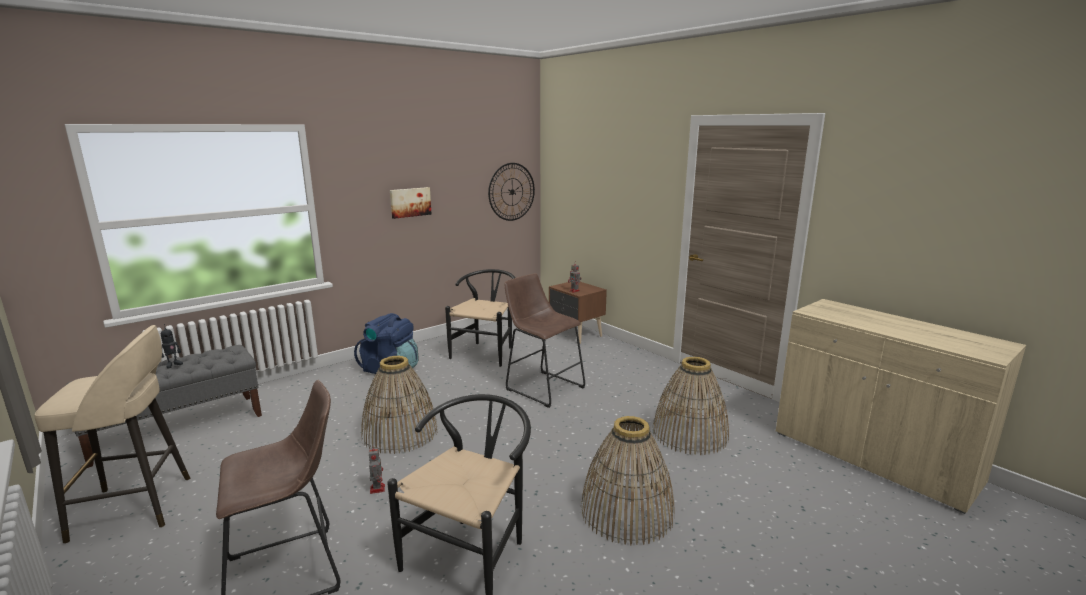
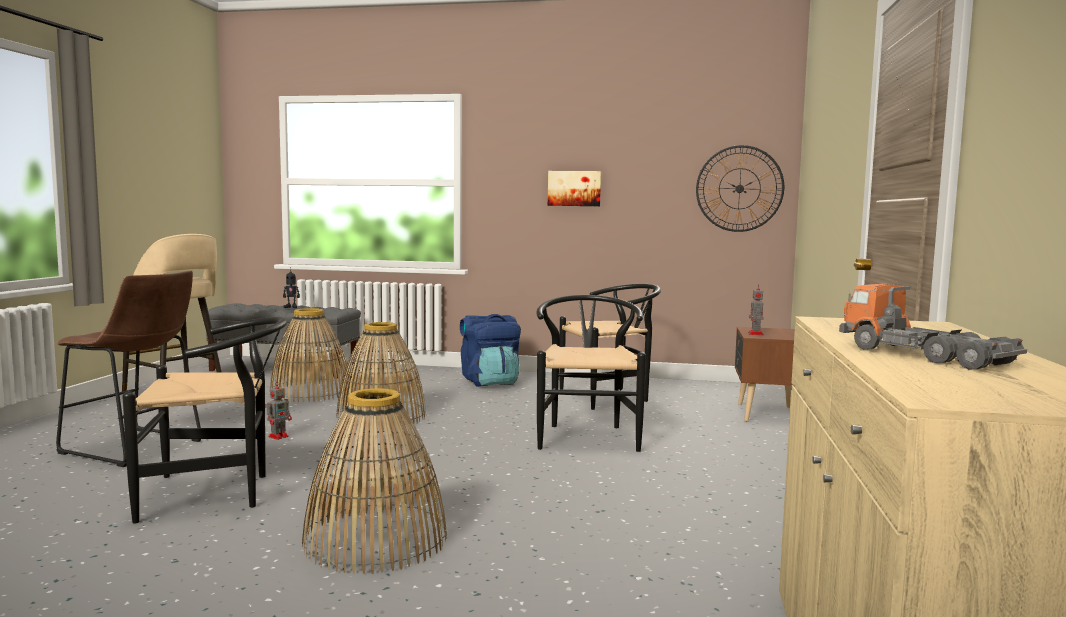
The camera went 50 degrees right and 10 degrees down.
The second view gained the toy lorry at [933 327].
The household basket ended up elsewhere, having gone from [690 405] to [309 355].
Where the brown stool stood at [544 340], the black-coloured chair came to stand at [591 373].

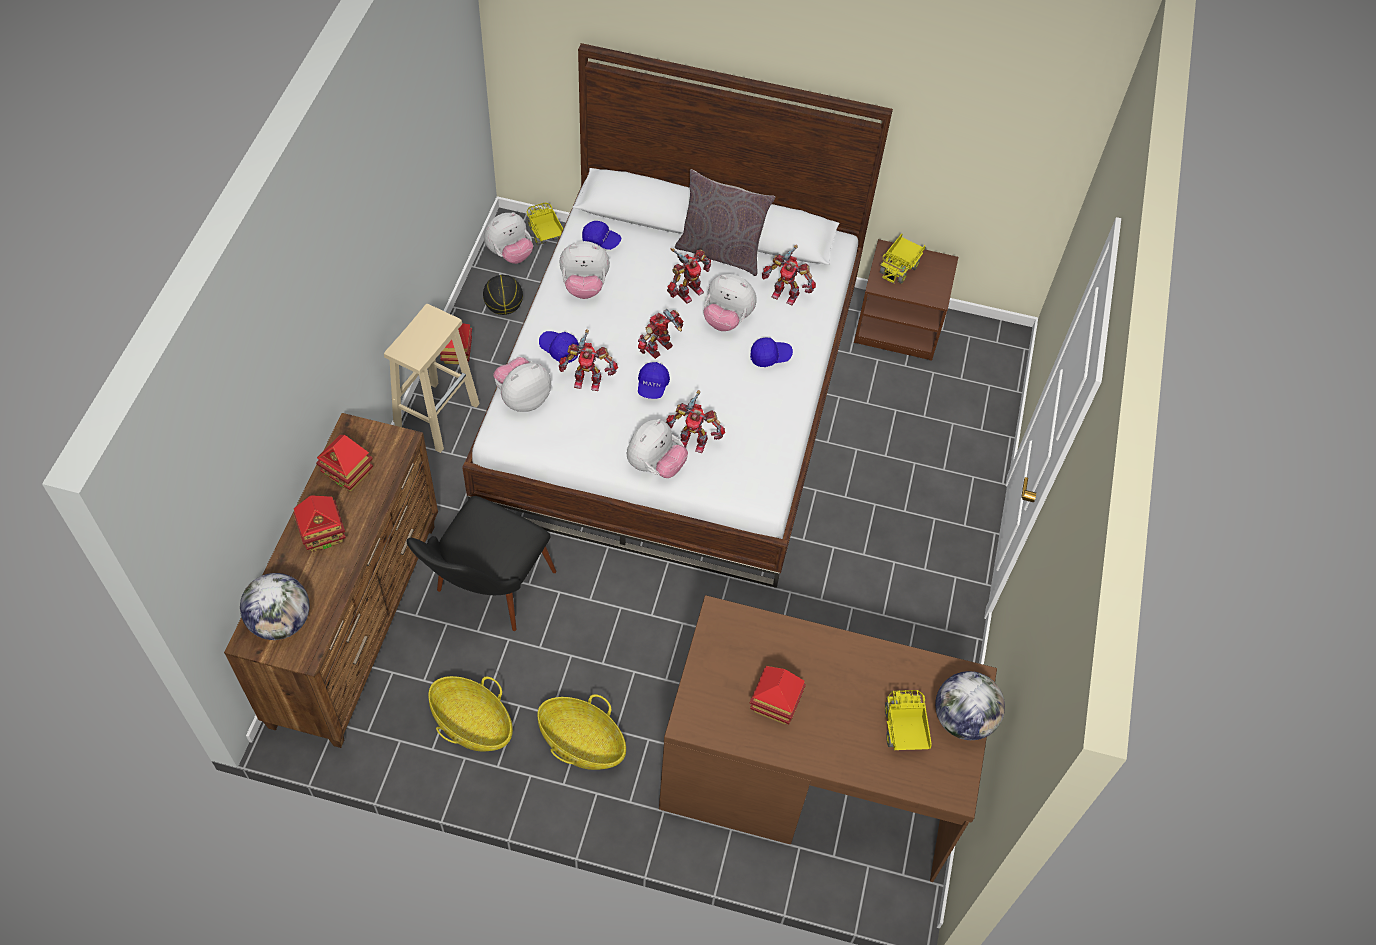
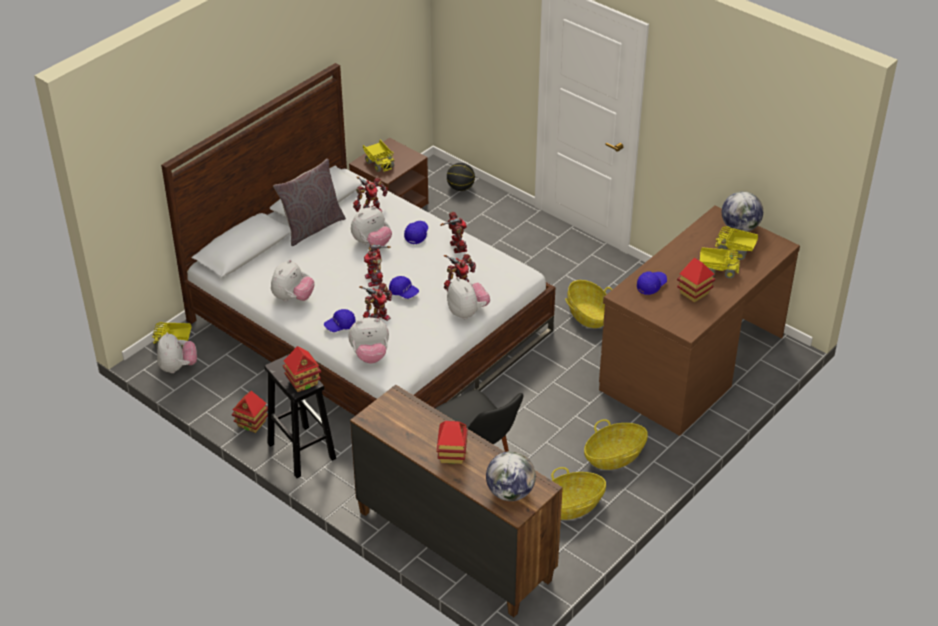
The camera went 60 degrees left and 15 degrees down.
The second view gained the household basket at [589 304].
The second view gained the toy lorry at [720 262].
The toy house ended up elsewhere, having gone from [344 463] to [302 369].
The ball for basketball ended up elsewhere, having gone from [503 295] to [461 177].
The bluish peaked cap ended up elsewhere, having gone from [601 235] to [652 283].
The robot figure ended up elsewhere, having gone from [689 276] to [453 232].
What was the beige-coloured stool at [432 378] turned into the black-coloured stool at [300 416].
The cuddly toy at [522 384] ended up facing another way, 90 degrees counterclockwise from before.

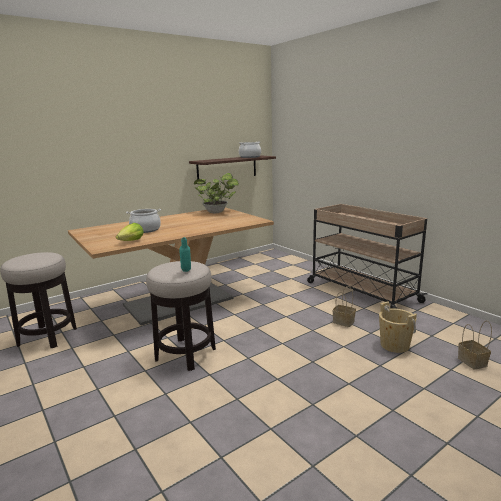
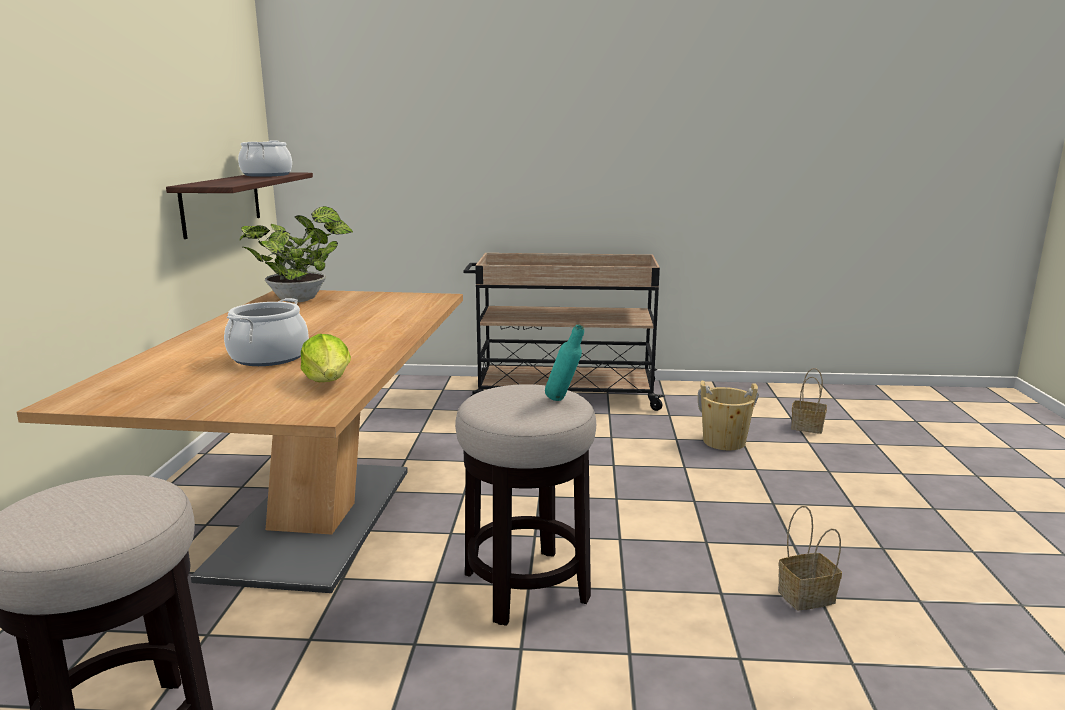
The camera went 50 degrees left and 0 degrees up.
The household basket ended up elsewhere, having gone from [344 306] to [810 558].

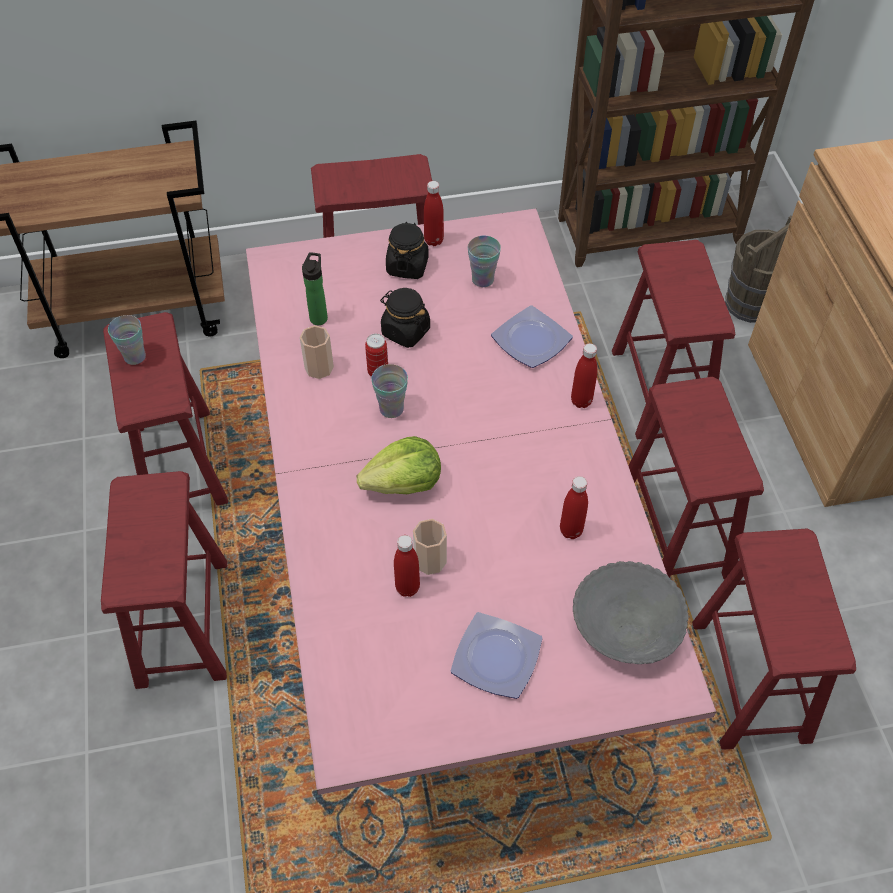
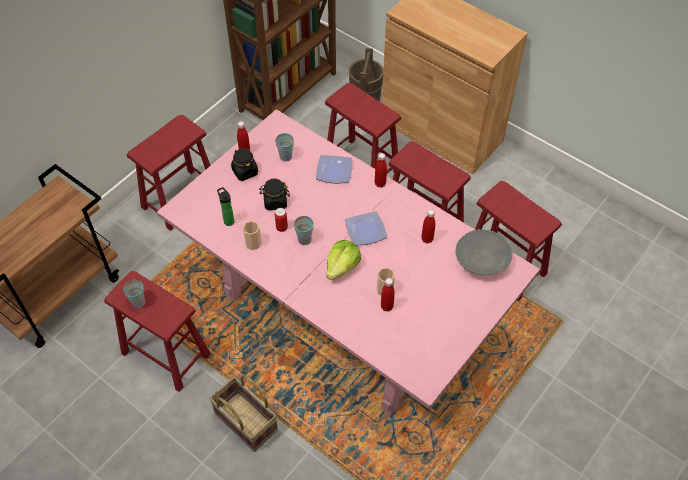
The camera went 40 degrees left and 0 degrees up.
The flat dish ended up elsewhere, having gone from [496 655] to [366 228].
Where the red-coloured stool stood at [164 580], the household basket came to stand at [243 413].

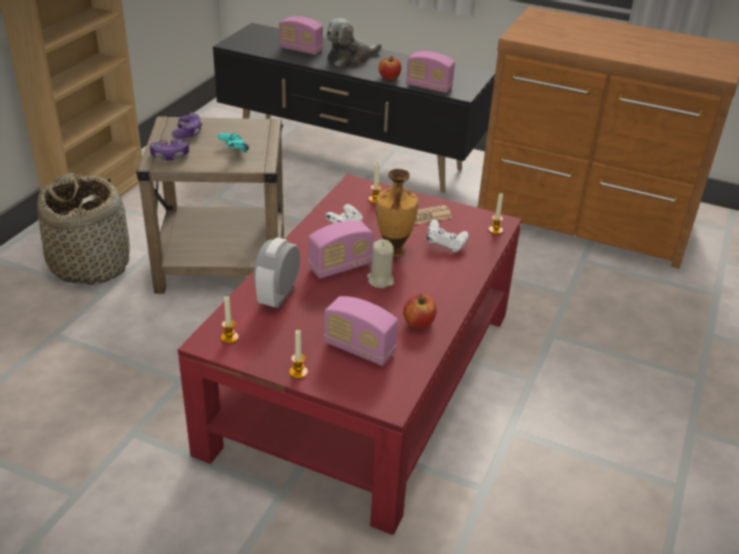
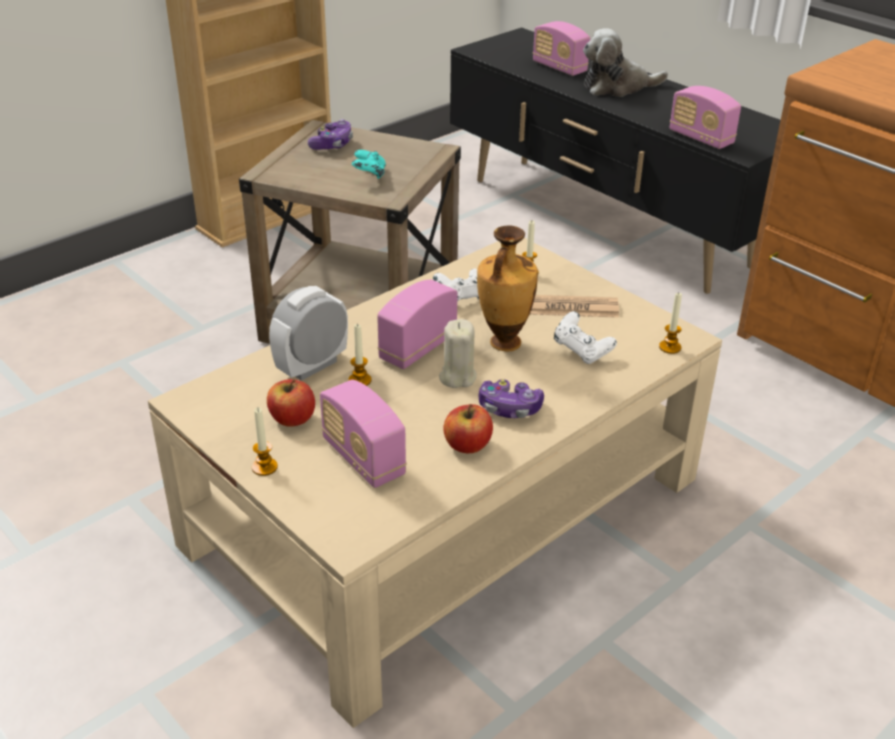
The camera went 25 degrees right and 0 degrees up.
The second view lost the household basket at [83 229].
The gamepad ended up elsewhere, having gone from [169 149] to [511 398].
The candle ended up elsewhere, having gone from [230 320] to [360 354].
The whole apple ended up elsewhere, having gone from [390 68] to [291 403].
What was the red-coloured coffee table at [350 354] turned into the beige-coloured coffee table at [435 483].
The radio receiver at [340 249] ended up facing another way, 135 degrees clockwise from before.

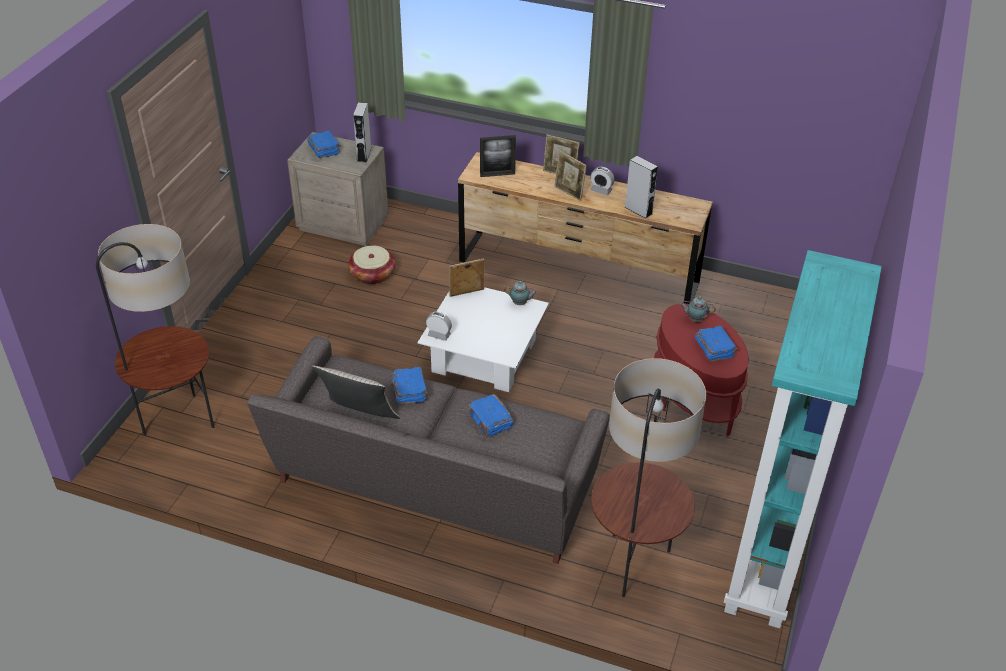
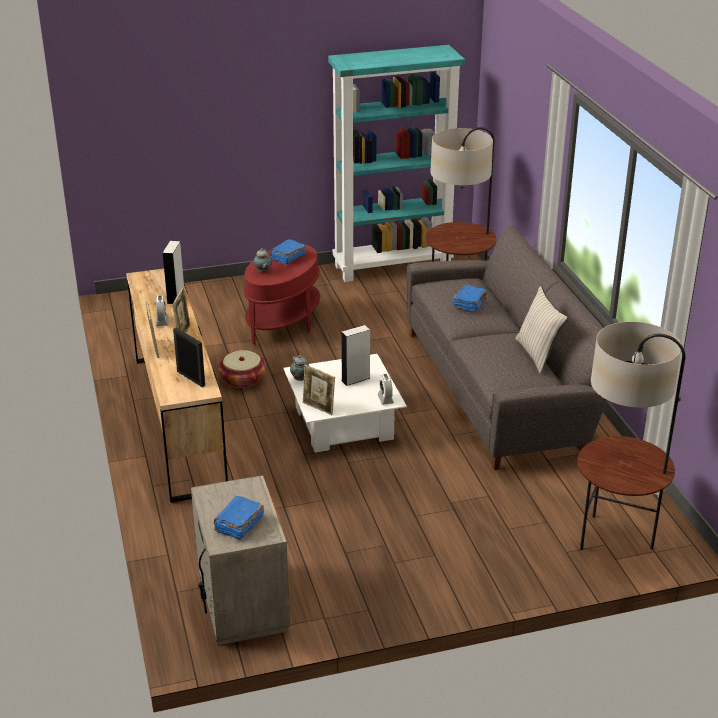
The camera went 125 degrees left and 10 degrees down.
The second view lost the bluish bound book at [410 385].
The household basket ended up elsewhere, having gone from [372 265] to [242 369].
The gray speaker ended up elsewhere, having gone from [362 132] to [355 355].

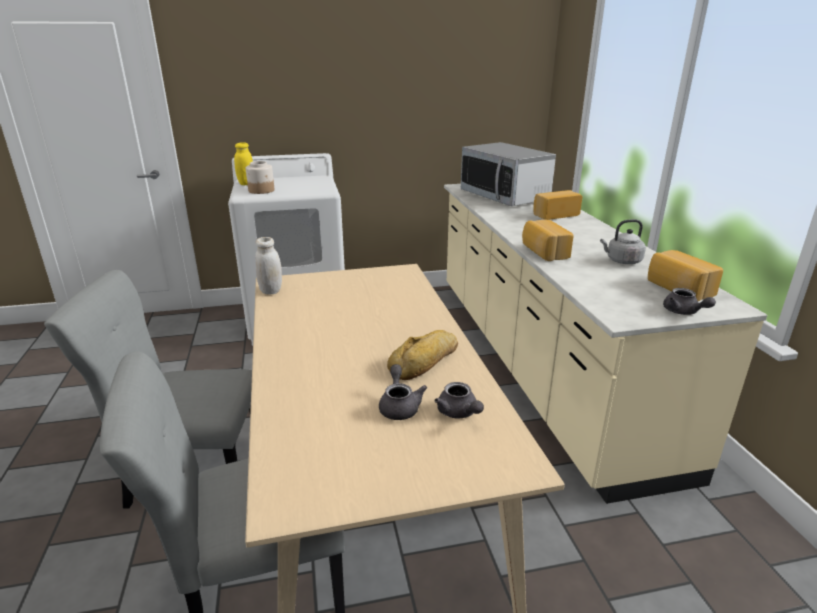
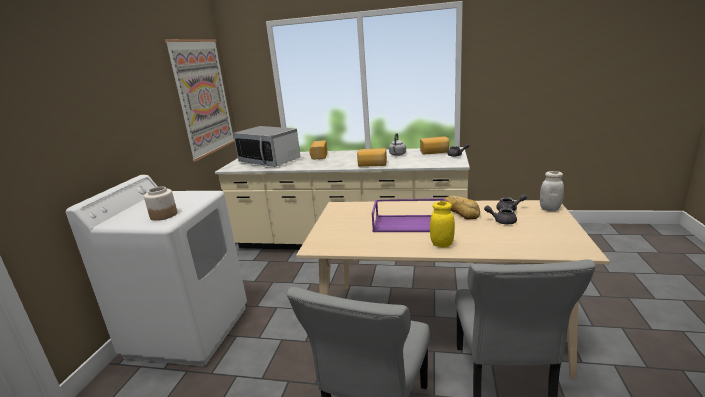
The camera went 65 degrees left and 5 degrees down.
The second view gained the wall picture at [200 100].
The second view gained the purple serving tray at [409 215].
The yellow-coloured storage jar ended up elsewhere, having gone from [243 163] to [442 225].
The white storage jar ended up elsewhere, having gone from [268 266] to [552 191].
The microwave at [508 174] ended up facing another way, 45 degrees clockwise from before.

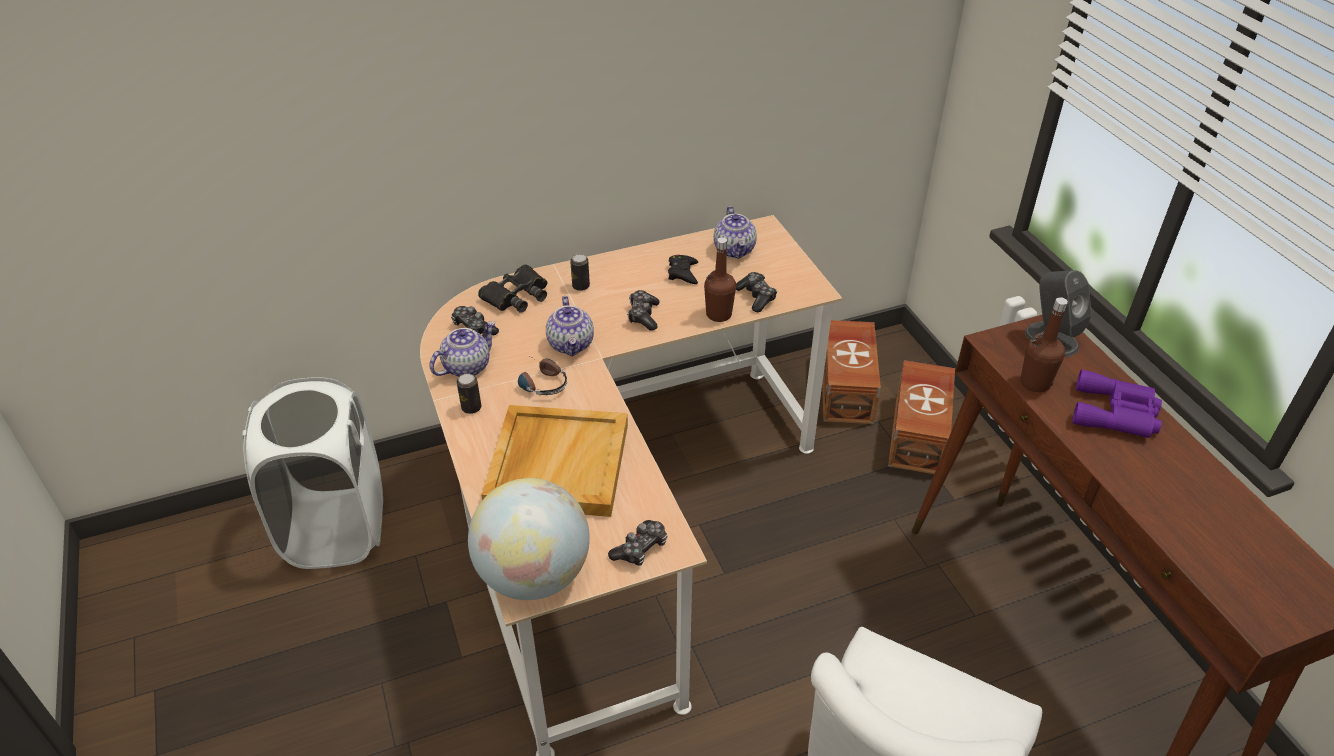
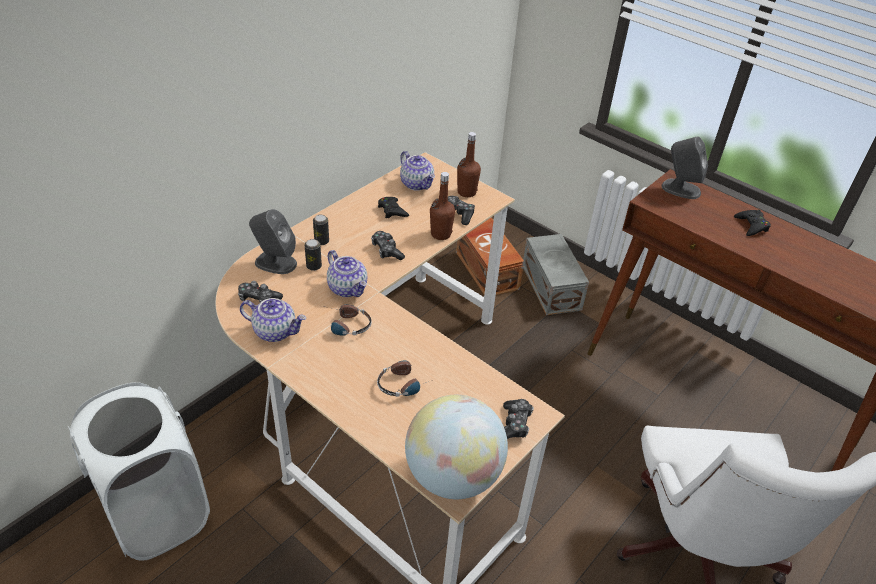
The camera went 30 degrees left and 0 degrees up.
The can ended up elsewhere, having gone from [469 393] to [313 255].
The brown drink bottle ended up elsewhere, having gone from [1044 344] to [469 164].
Where the black-coloured binoculars stood at [512 288], the gray speaker came to stand at [273 241].
Where the beige-coloured serving tray stood at [554 461], the headphones came to stand at [402 378].
Where the purple binoculars stood at [1117 403], the black-coloured gamepad came to stand at [752 223].
What was the brown storage box at [921 417] turned into the gray storage box at [556 274].
The teapot at [463 349] ended up facing another way, 90 degrees clockwise from before.

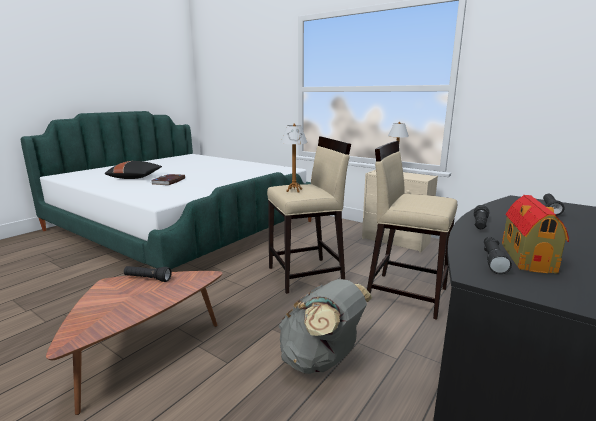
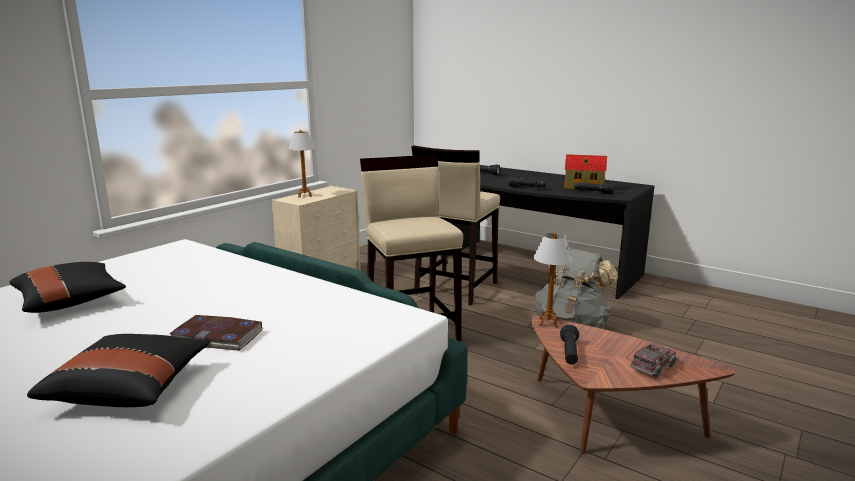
The camera went 90 degrees left and 0 degrees up.
The second view gained the black-coloured pillow at [67 287].
The second view gained the toy lorry at [653 360].
The table lamp ended up elsewhere, having gone from [294 157] to [553 280].

